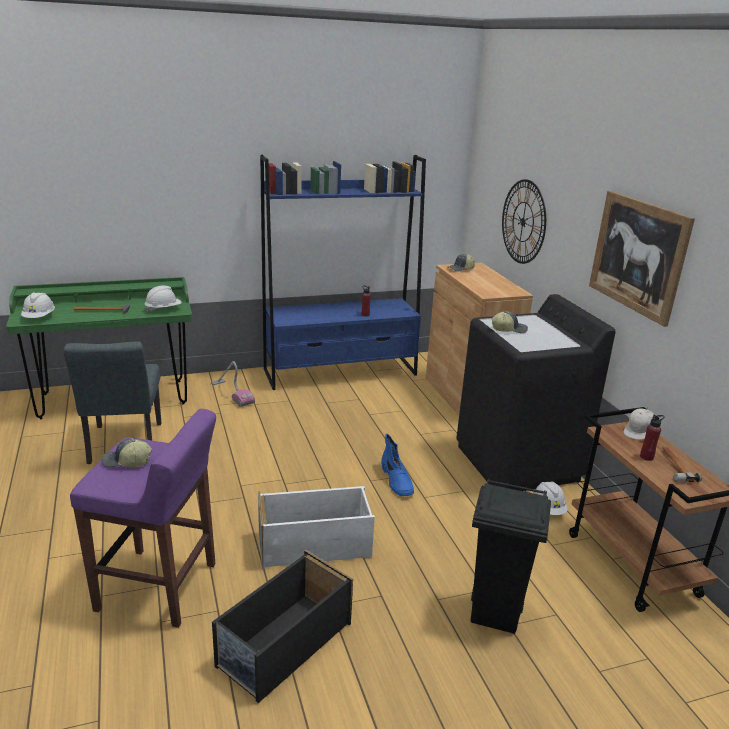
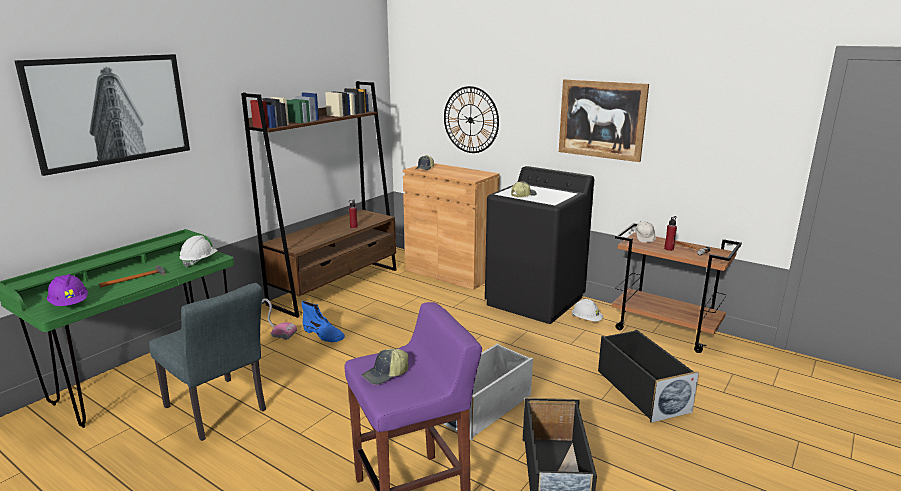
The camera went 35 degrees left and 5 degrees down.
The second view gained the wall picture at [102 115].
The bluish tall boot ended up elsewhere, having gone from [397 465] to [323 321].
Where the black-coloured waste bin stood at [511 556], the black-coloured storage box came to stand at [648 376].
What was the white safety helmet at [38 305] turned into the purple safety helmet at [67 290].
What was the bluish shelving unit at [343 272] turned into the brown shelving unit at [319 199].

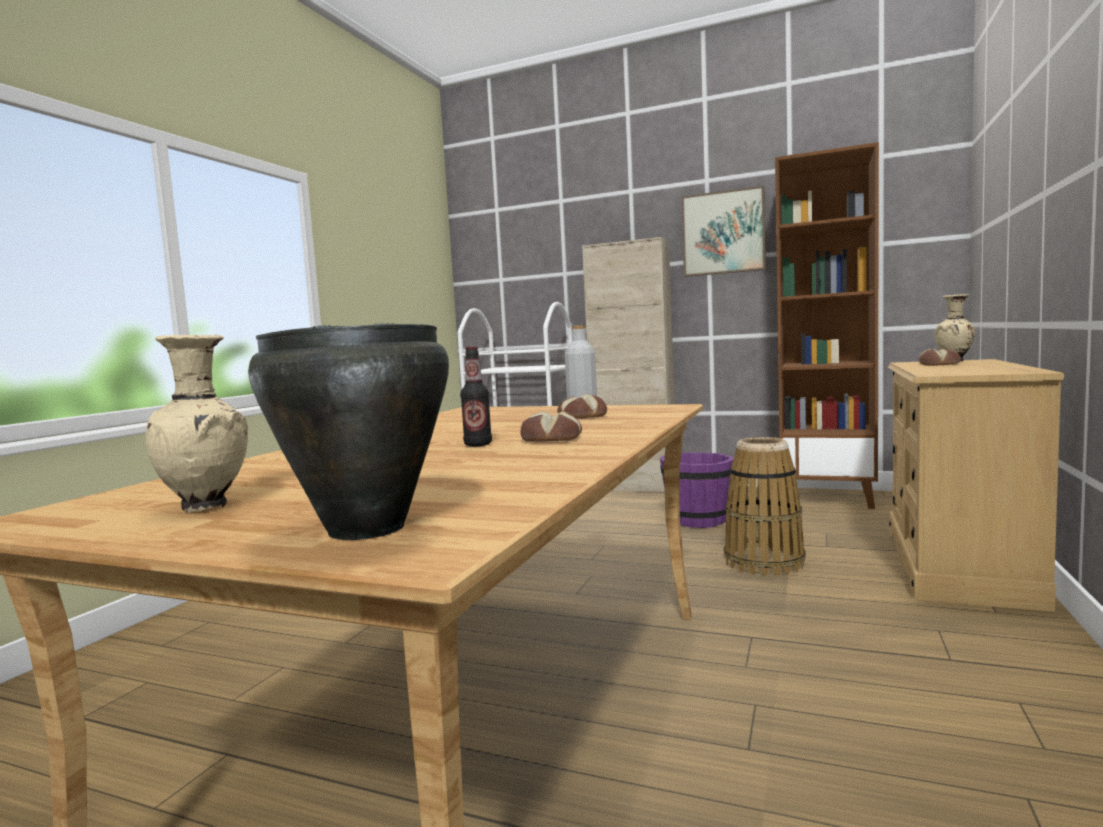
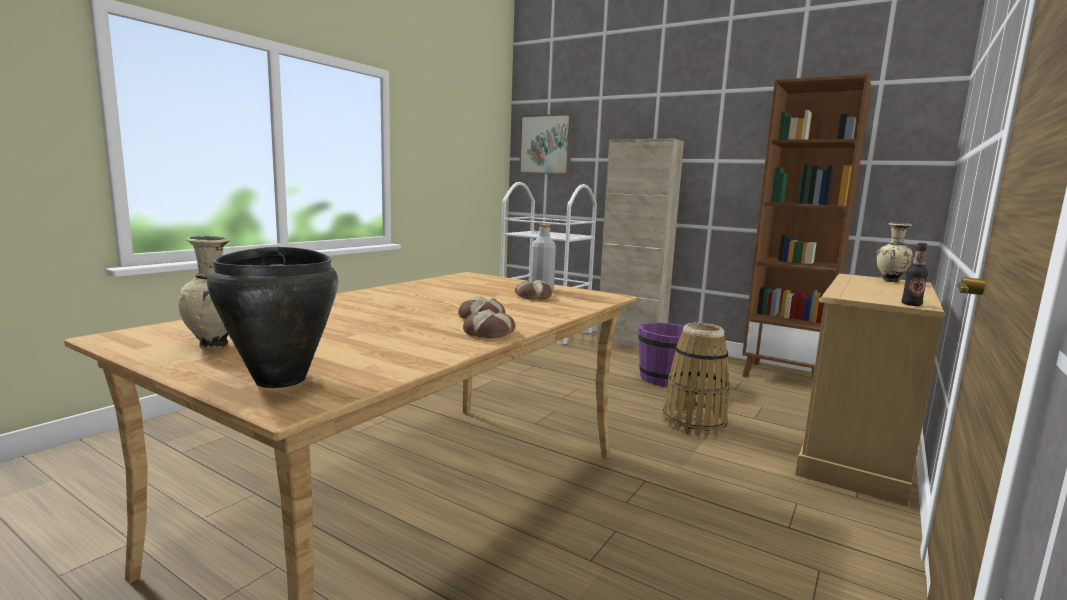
The camera went 10 degrees right and 5 degrees up.
The drink bottle ended up elsewhere, having gone from [476 396] to [915 274].
The wall picture ended up elsewhere, having gone from [723 231] to [546 144].
The bakery bread ended up elsewhere, having gone from [940 357] to [489 324].

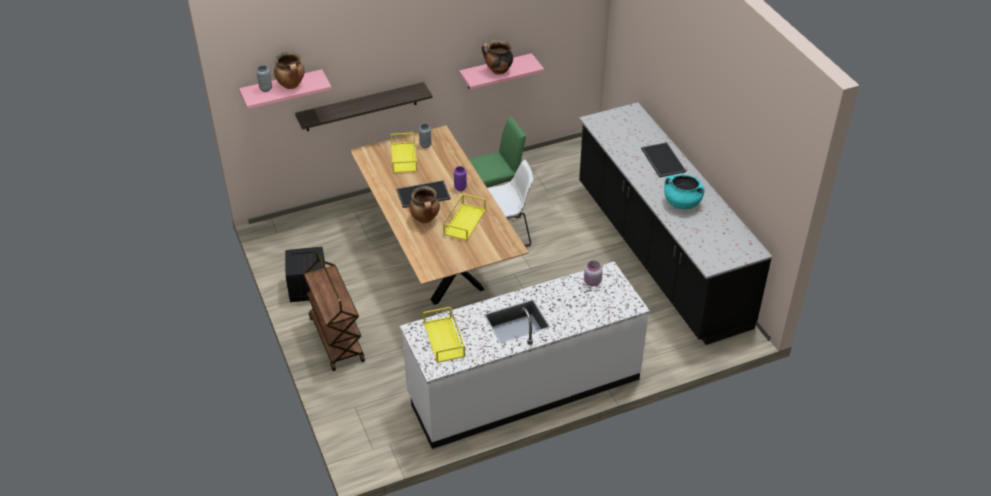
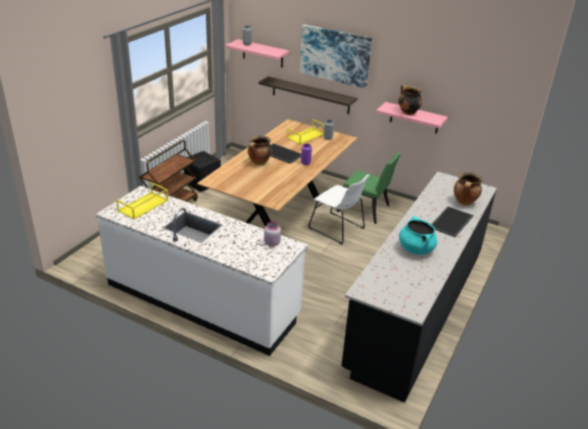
The camera went 50 degrees right and 10 degrees down.
The second view lost the yellow-coloured serving tray at [464 217].
The second view gained the wall picture at [336 56].
The stockpot ended up elsewhere, having gone from [289 70] to [468 188].

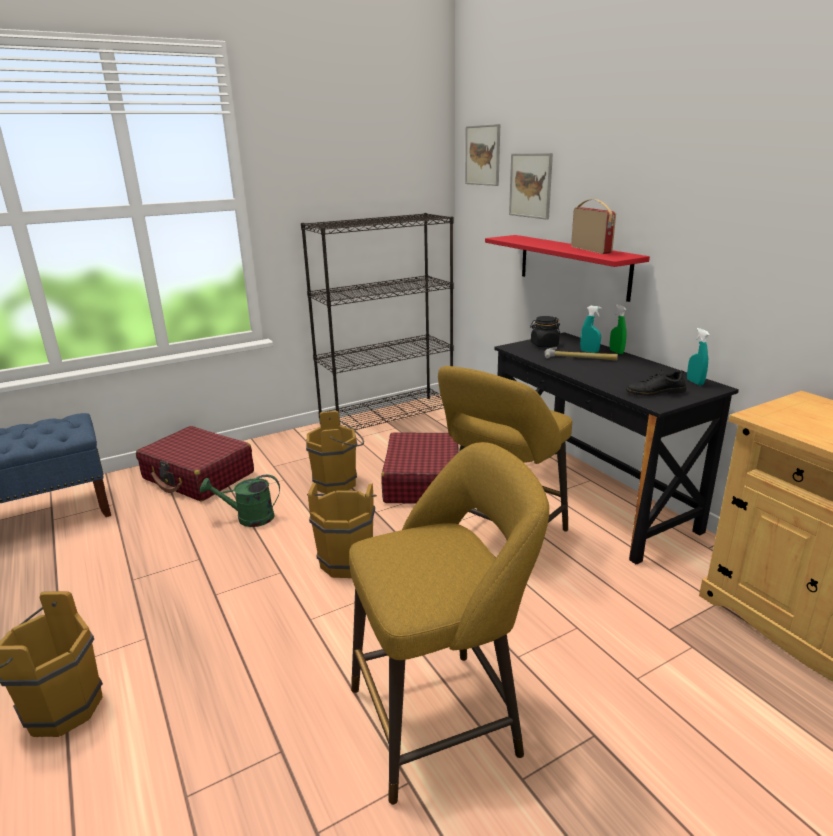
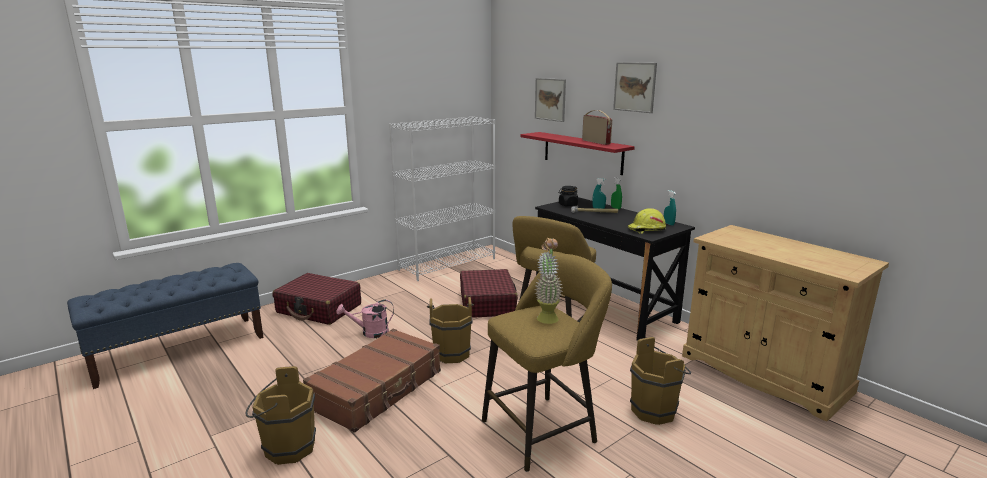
The camera went 10 degrees left and 5 degrees down.
The second view gained the brown suitcase at [372 381].
The second view gained the houseplant at [548 280].
The brown bucket ended up elsewhere, having gone from [335 452] to [660 381].
The wall picture ended up elsewhere, having gone from [482 155] to [635 87].
Where the black-coloured item of footwear stood at [656 382], the yellow-coloured safety helmet came to stand at [647 221].
What was the green watering can at [240 500] turned into the pink-coloured watering can at [365 319].
What was the black-coloured shelving unit at [377 321] turned into the white shelving unit at [442 198].

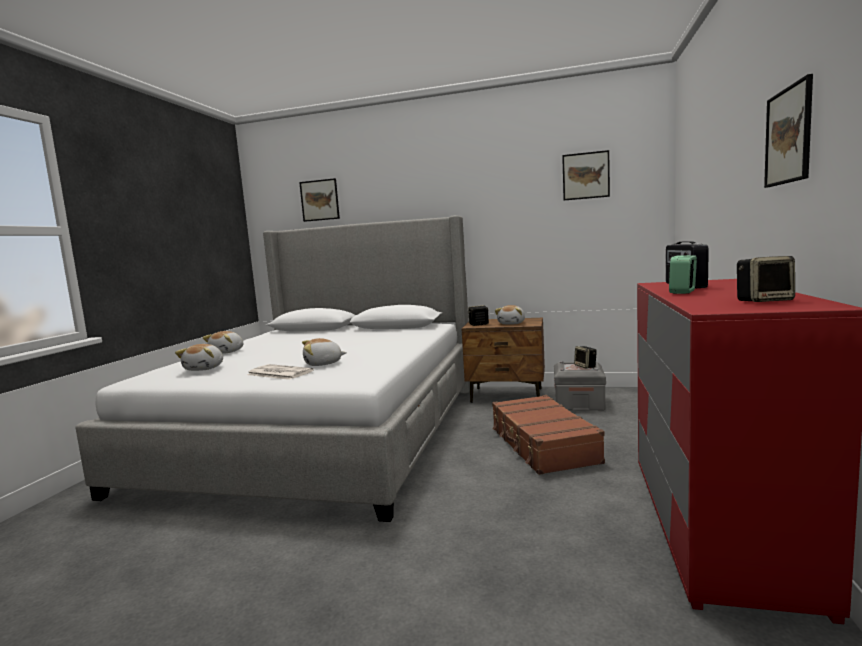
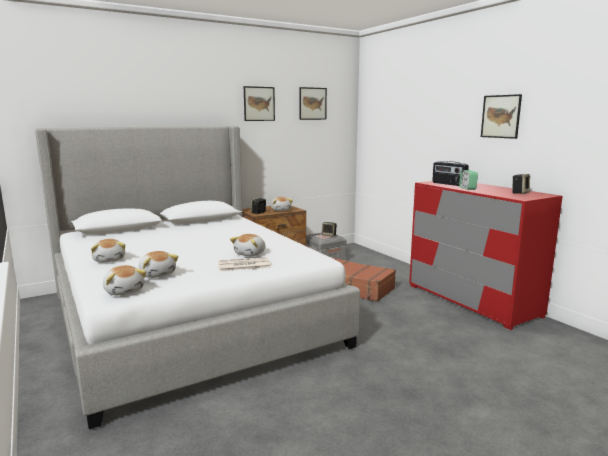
The camera went 45 degrees left and 5 degrees up.
The second view gained the cuddly toy at [124 280].
The wall picture ended up elsewhere, having gone from [319 200] to [259 103].

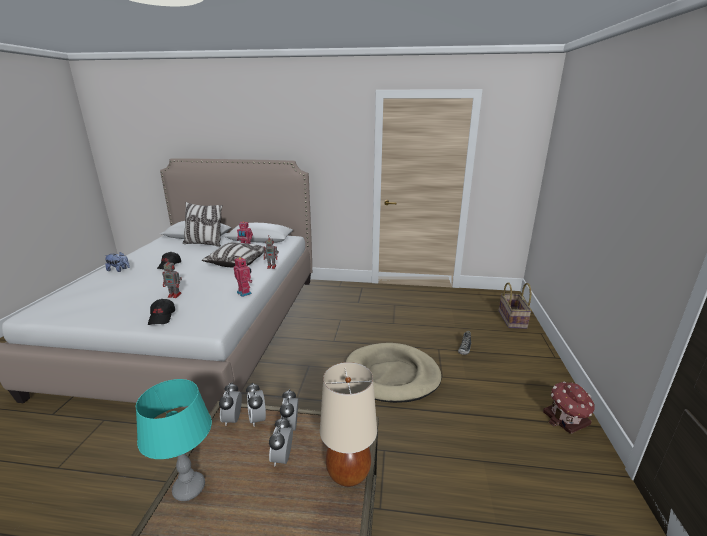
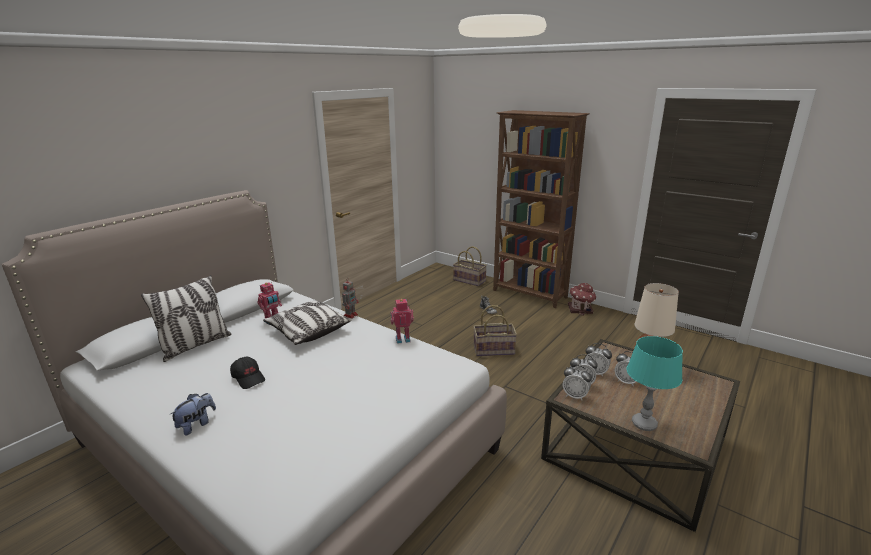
The camera went 60 degrees left and 0 degrees up.
The second view lost the black-coloured peaked cap at [161 312].
The second view lost the robot figure at [172 280].
The second view gained the brown shelving unit at [541 209].
Where the beige-coloured dog bed stood at [394 373], the household basket came to stand at [495 330].

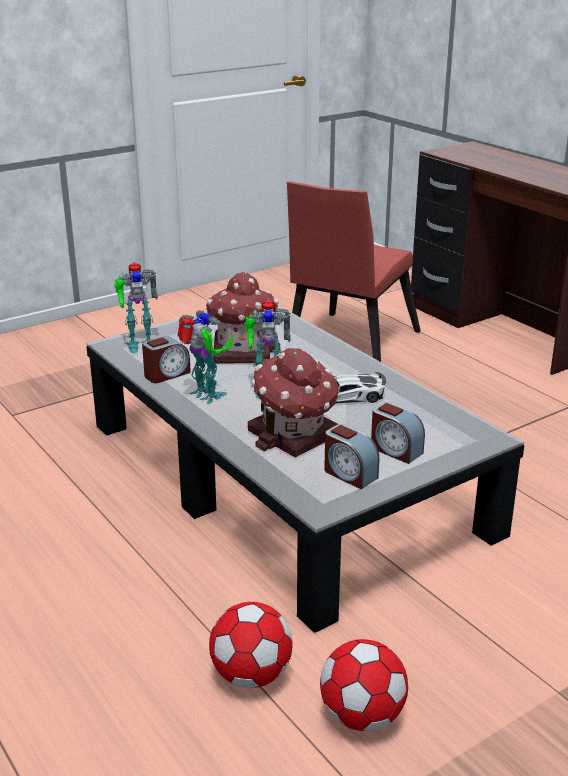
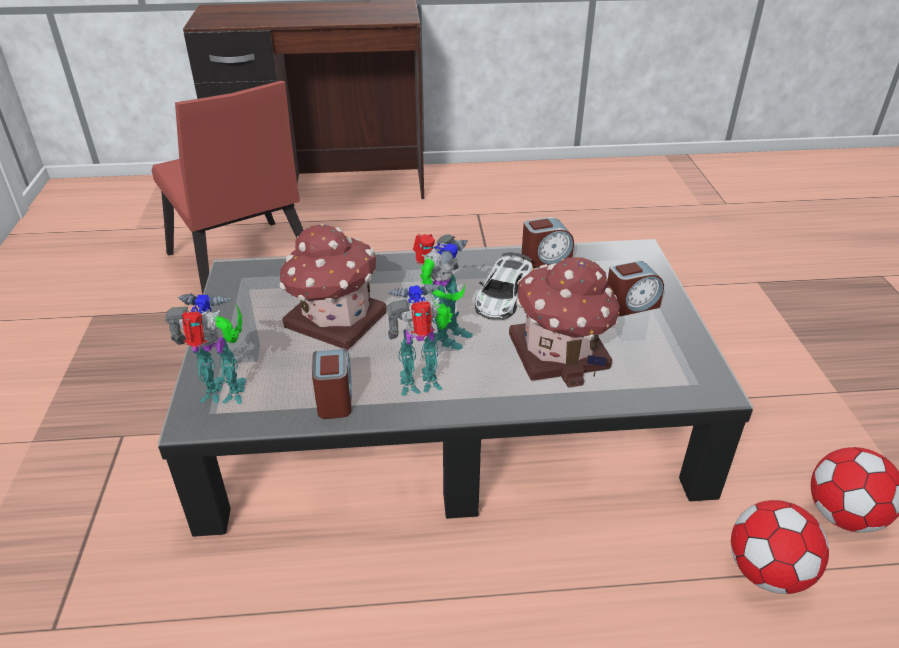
The camera went 60 degrees left and 10 degrees up.
The table clock ended up elsewhere, having gone from [351 456] to [547 242].
The robot figure at [136 307] ended up facing another way, 105 degrees counterclockwise from before.

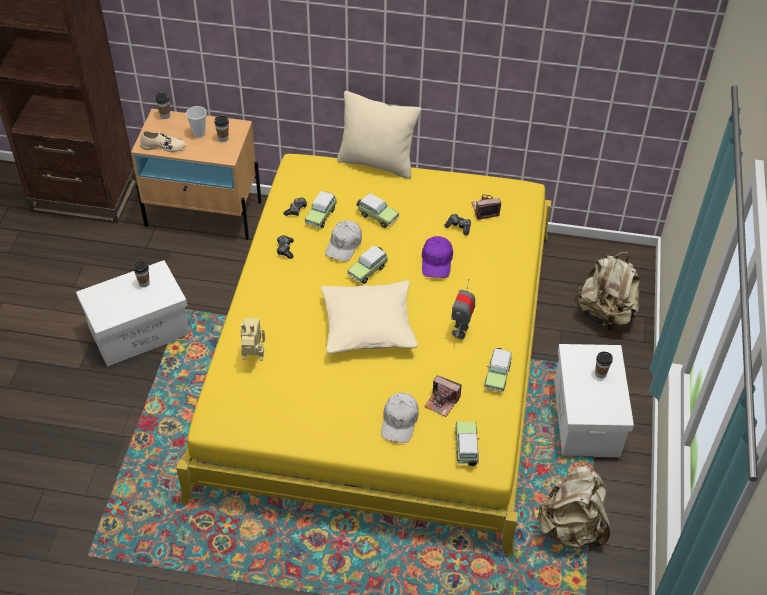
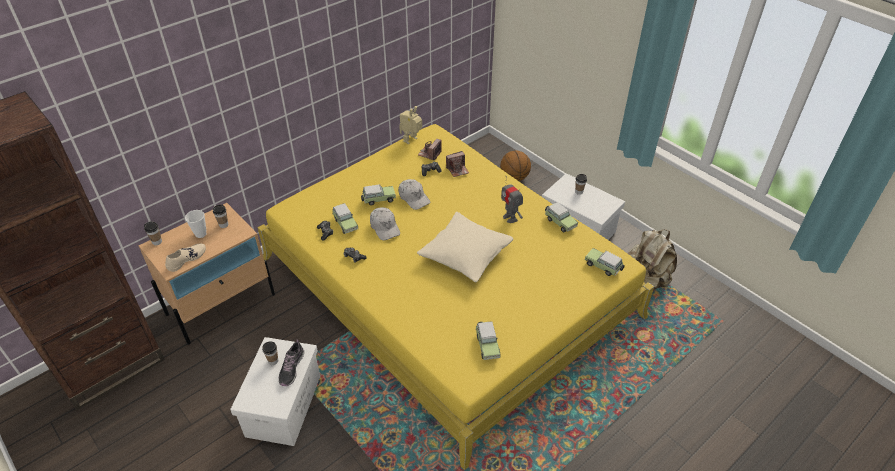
The camera went 50 degrees left and 5 degrees down.
The second view lost the beige-coloured pillow at [379 135].
The second view lost the purple peaked cap at [437 257].
The second view gained the item of footwear at [291 363].
The robot figure ended up elsewhere, having gone from [252 339] to [410 125].
The miniature car ended up elsewhere, having gone from [367 264] to [488 340].
The white peaked cap ended up elsewhere, having gone from [400 418] to [414 194].
The photo camera ended up elsewhere, having gone from [442 396] to [457 164].
Where the beige-coloured backpack stood at [609 291], the ball for basketball came to stand at [515 166].

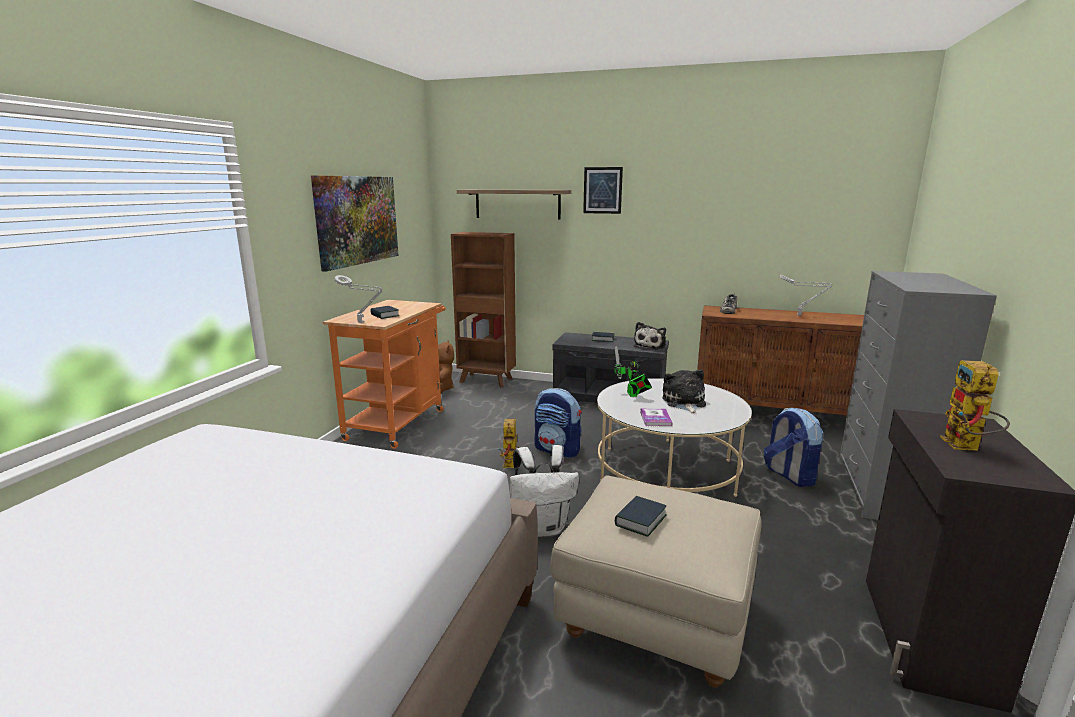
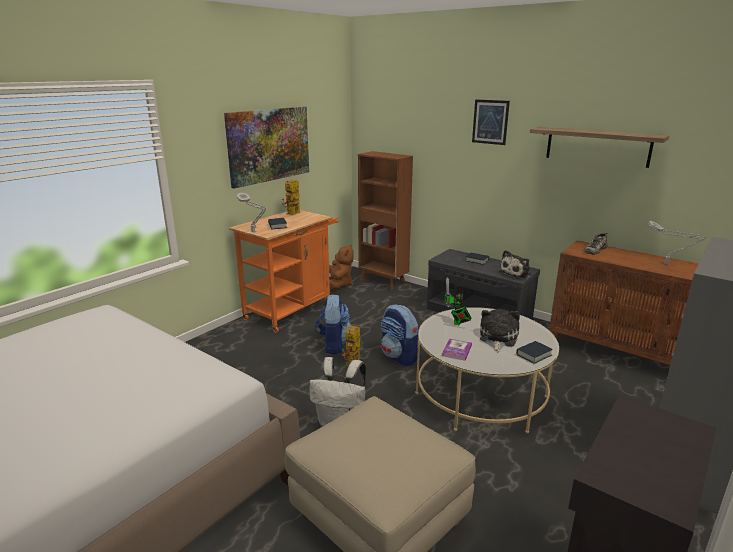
The camera went 20 degrees right and 5 degrees up.
The bracket shelf ended up elsewhere, having gone from [514 205] to [599 147].
The bound book ended up elsewhere, having gone from [641 516] to [534 352].
The backpack ended up elsewhere, having gone from [793 447] to [333 324].
The robot figure ended up elsewhere, having gone from [975 405] to [291 197].

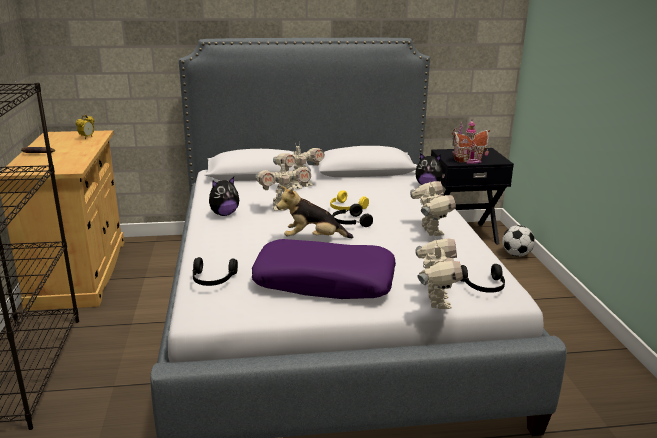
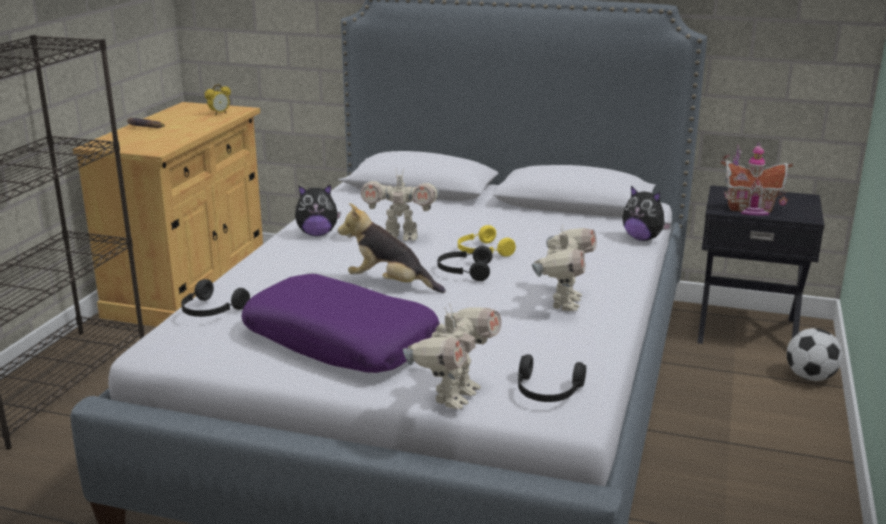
The camera went 25 degrees right and 0 degrees up.
The second view lost the robot figure at [299 166].

